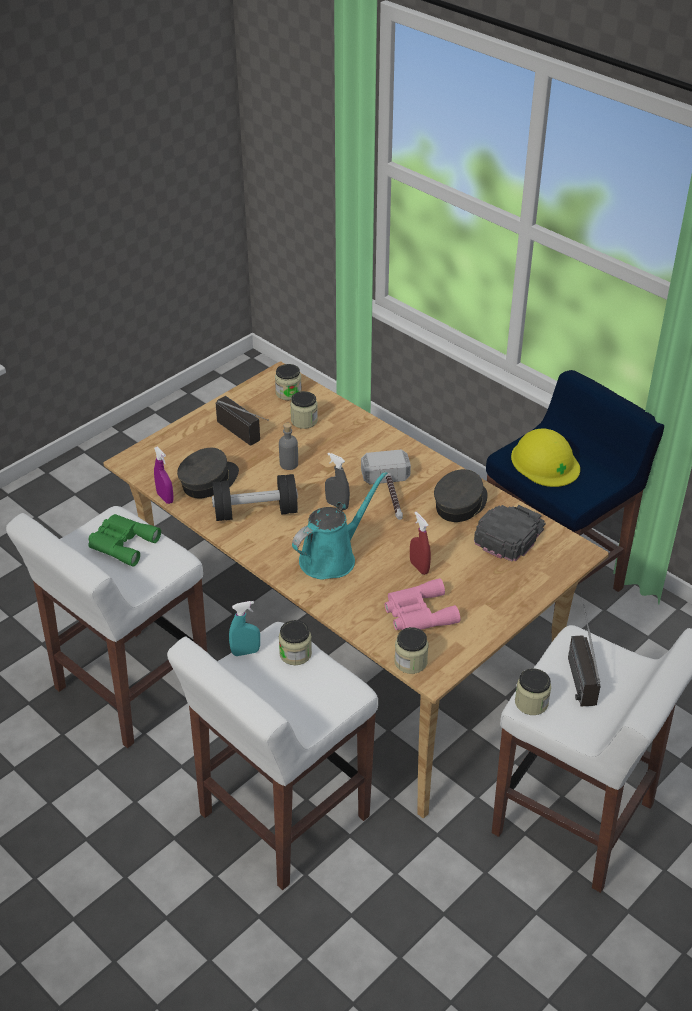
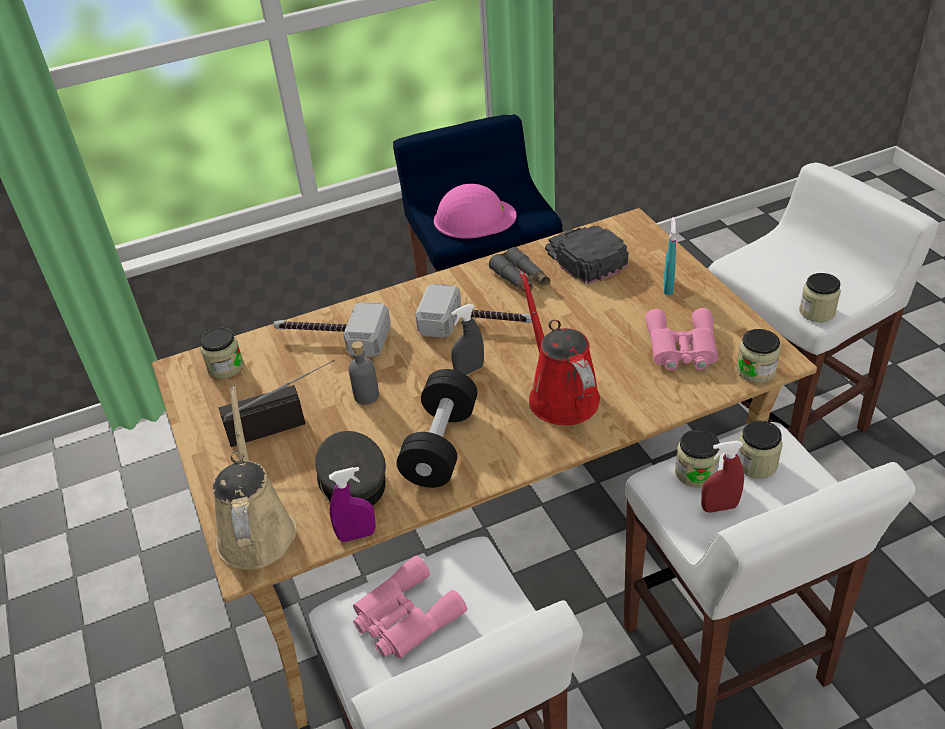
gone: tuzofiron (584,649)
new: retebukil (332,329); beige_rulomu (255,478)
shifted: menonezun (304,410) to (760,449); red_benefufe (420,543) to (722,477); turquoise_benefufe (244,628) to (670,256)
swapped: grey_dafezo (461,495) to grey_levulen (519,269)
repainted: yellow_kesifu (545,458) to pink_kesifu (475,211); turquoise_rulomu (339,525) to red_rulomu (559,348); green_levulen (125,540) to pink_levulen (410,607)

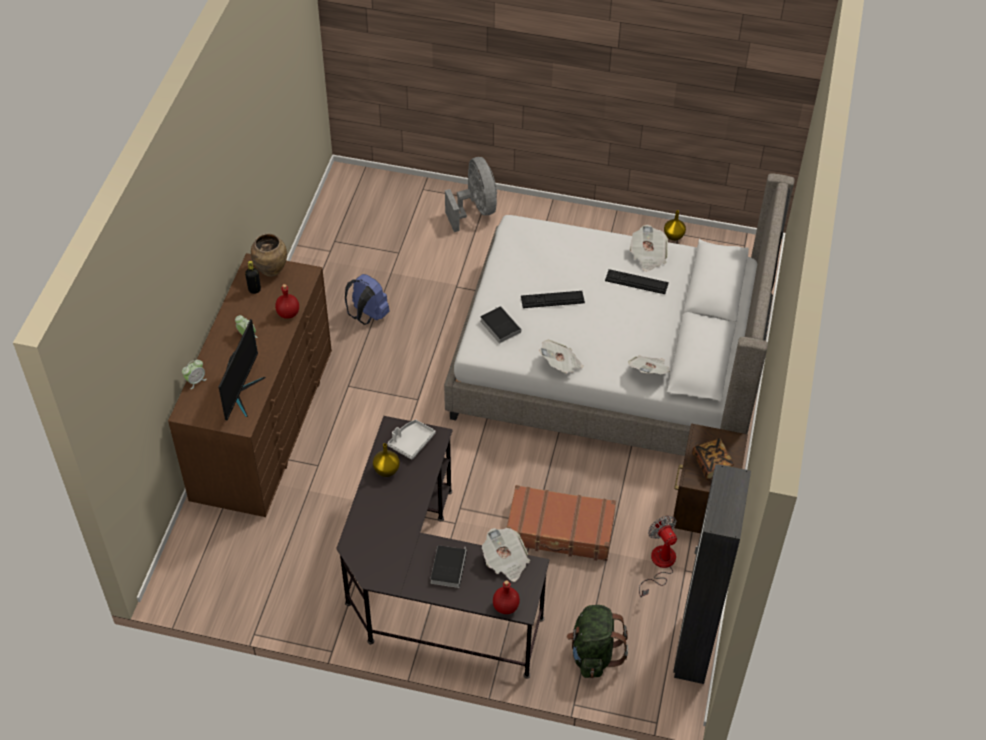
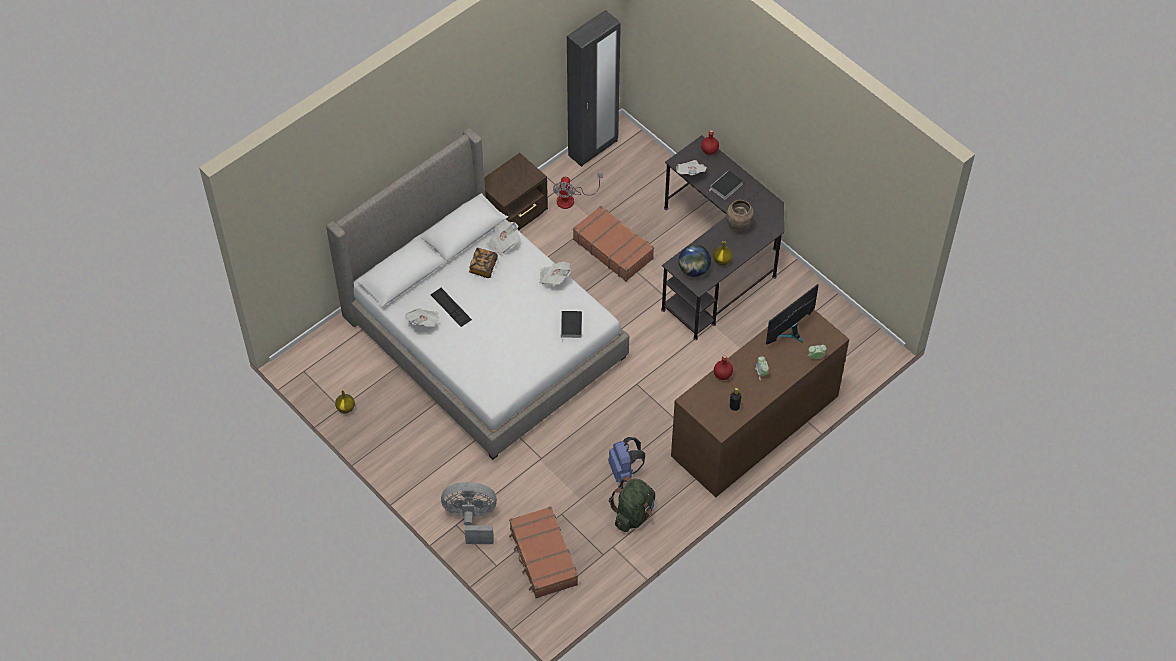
gone: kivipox (553,299)
new: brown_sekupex (543,552)
shifted: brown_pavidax (269,255) to (740,215); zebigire (713,459) to (483,263); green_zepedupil (597,641) to (632,504)
swapped: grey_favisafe (411,440) to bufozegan (695,260)
rotated: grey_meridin (471,194) = (469,513) 75 degrees clockwise

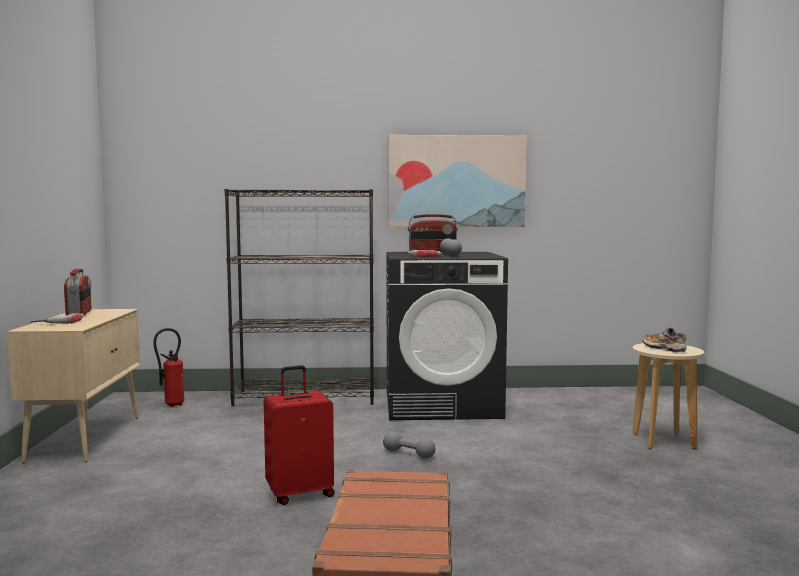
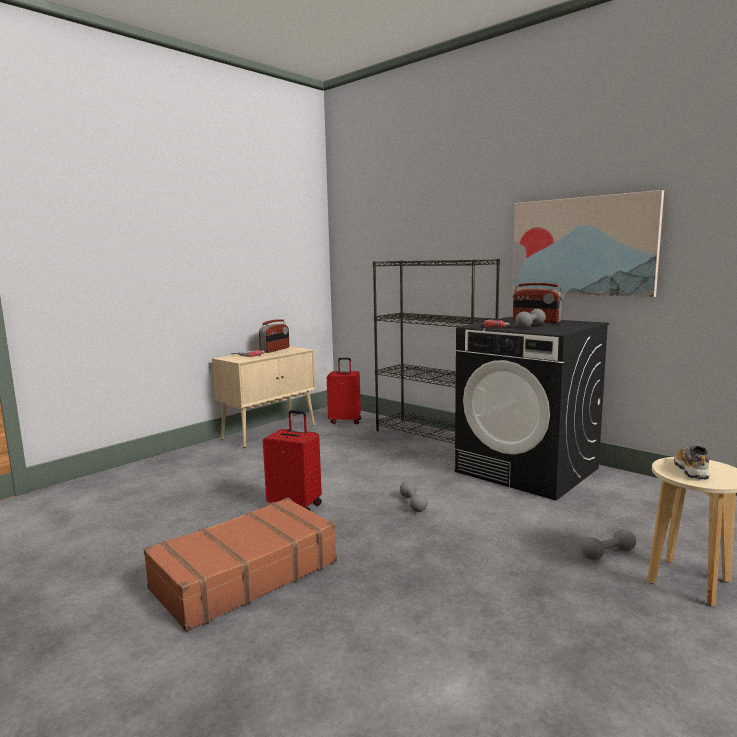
new: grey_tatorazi (608,544)
swapped: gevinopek (169,367) to red_sekupex (344,391)

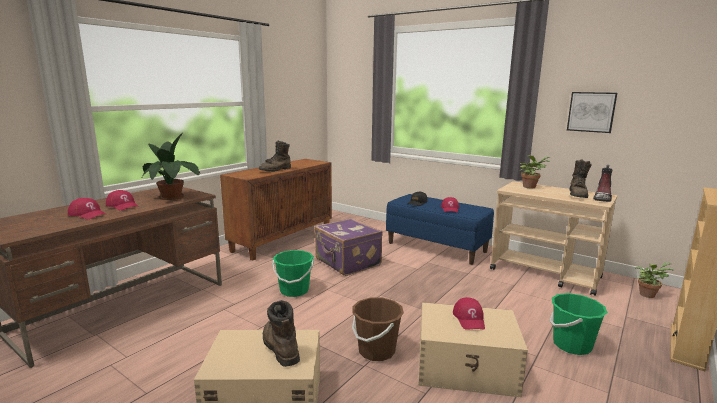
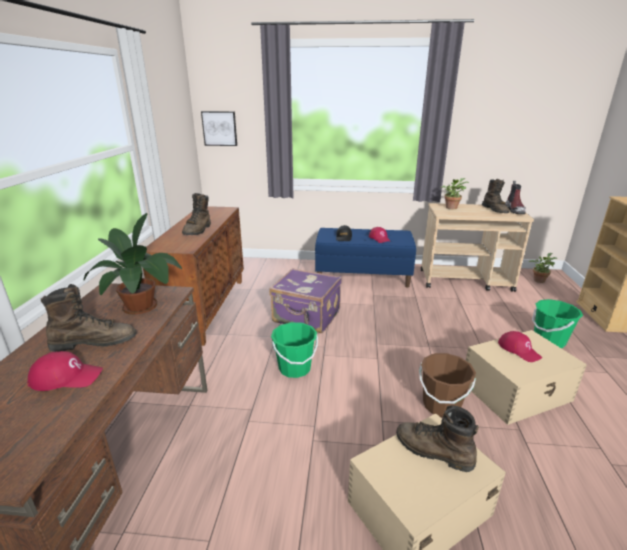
shifted: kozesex (592,112) to (219,128)
swapped: red_dafezo (122,200) to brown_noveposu (89,318)

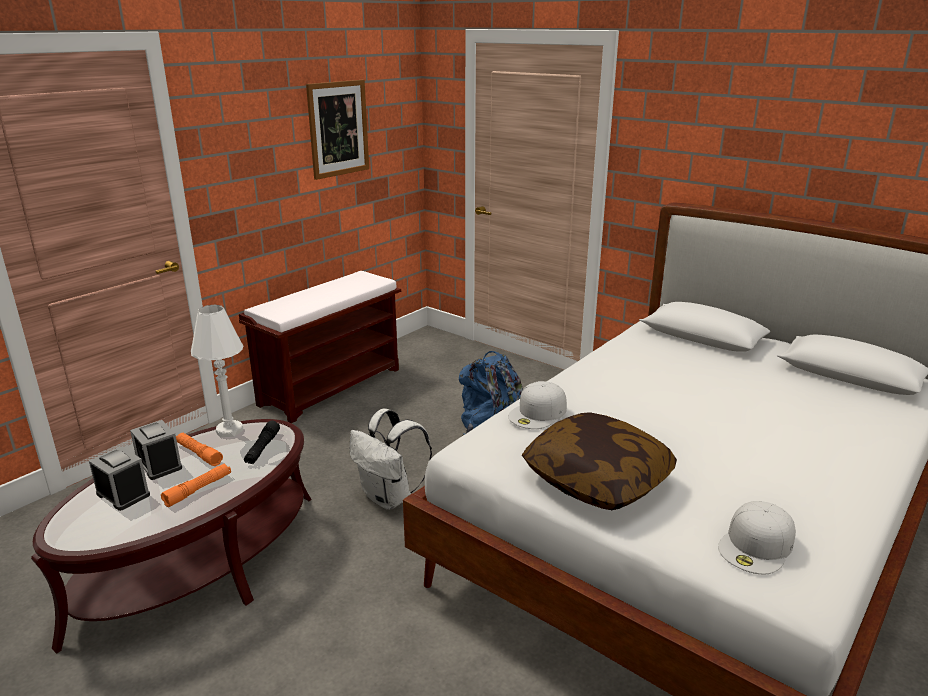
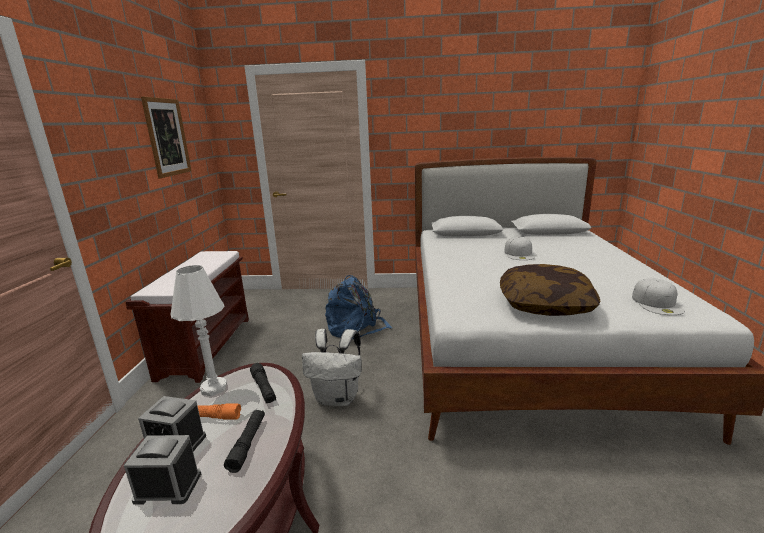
shifted: white_dafezo (537,405) to (519,248)
repainted: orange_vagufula (196,485) to black_vagufula (244,441)

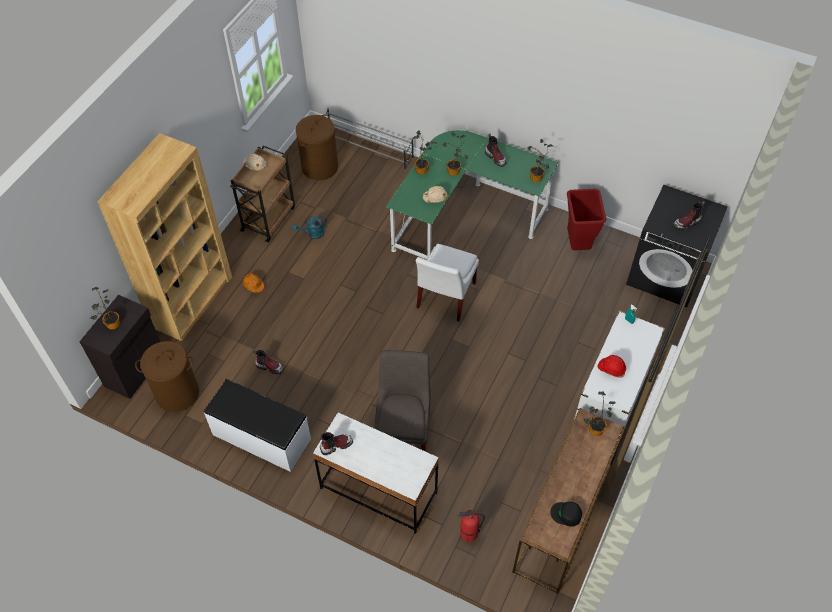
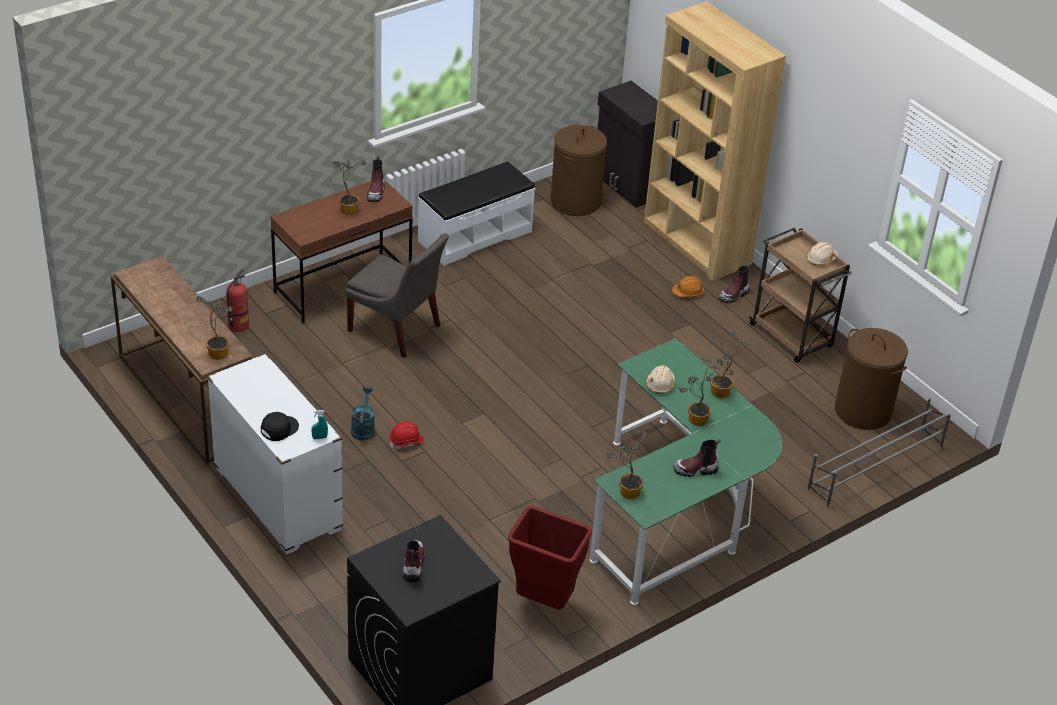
gone: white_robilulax (447,283)
shifted: turquoise_rulomu (309,227) to (363,413); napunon (105,308) to (349,187); noveposu (268,361) to (734,283); red_kesifu (611,366) to (406,435); black_dafezo (566,514) to (280,426)
repainted: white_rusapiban (376,473) to brown_rusapiban (341,251)

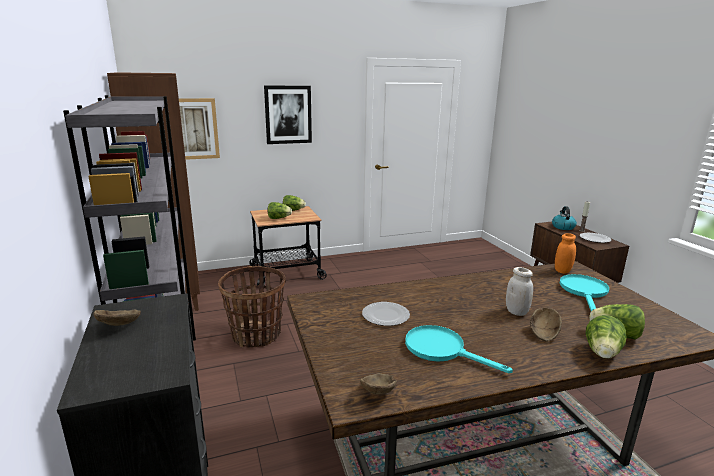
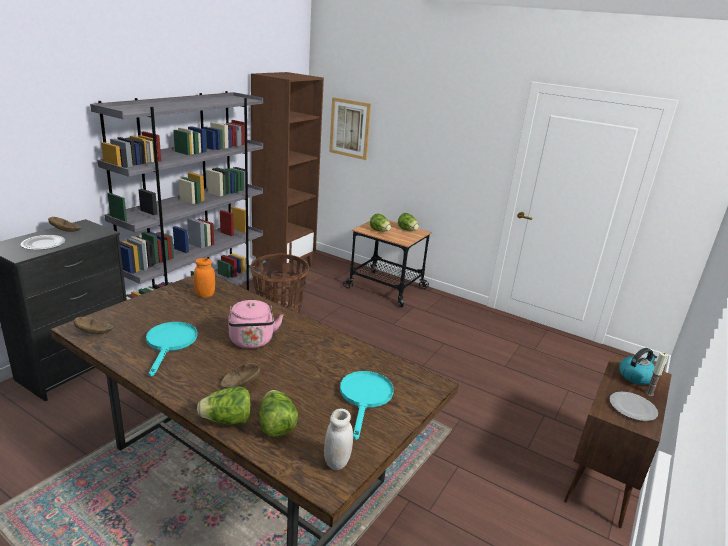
gone: kozesex (288,115)
new: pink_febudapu (256,324)
shifted: orange_menonezun (565,253) to (204,278); white_menonezun (519,291) to (338,439); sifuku (386,314) to (43,242)
rotated: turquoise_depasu (584,292) = (367,405) 60 degrees counterclockwise

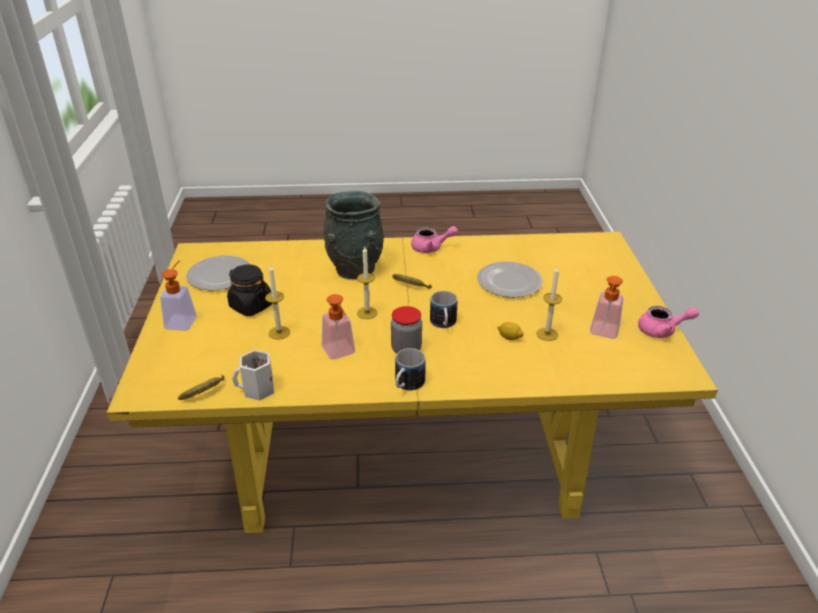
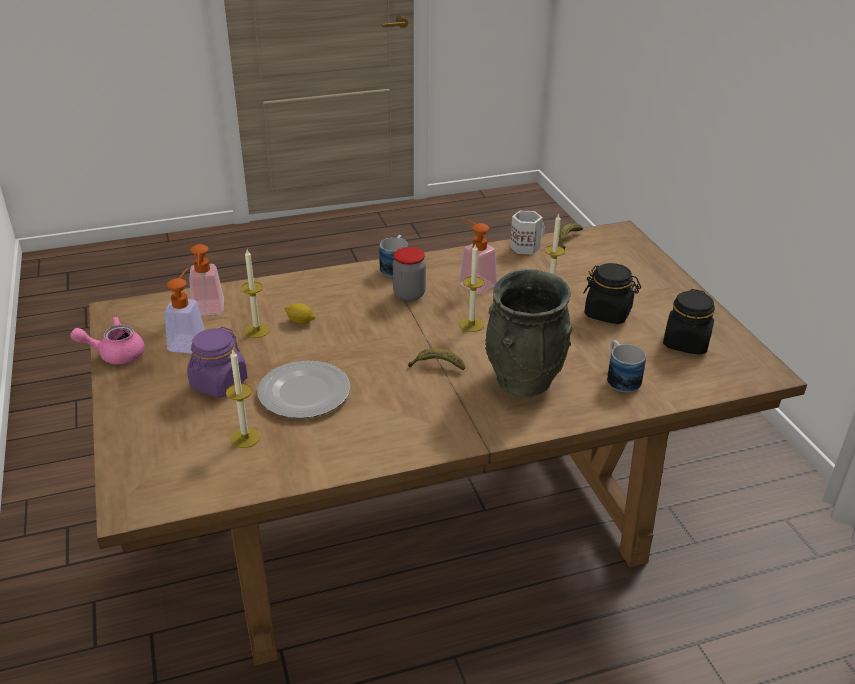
gone: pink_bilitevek (434,239)
new: purple_menonezun (217,362); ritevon (243,399)
shifted: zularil (178,295) to (206,280); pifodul (443,309) to (626,366)
swapped: sifuku (218,272) to black_menonezun (689,322)
repainted: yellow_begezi (412,382) to brown_begezi (448,443)

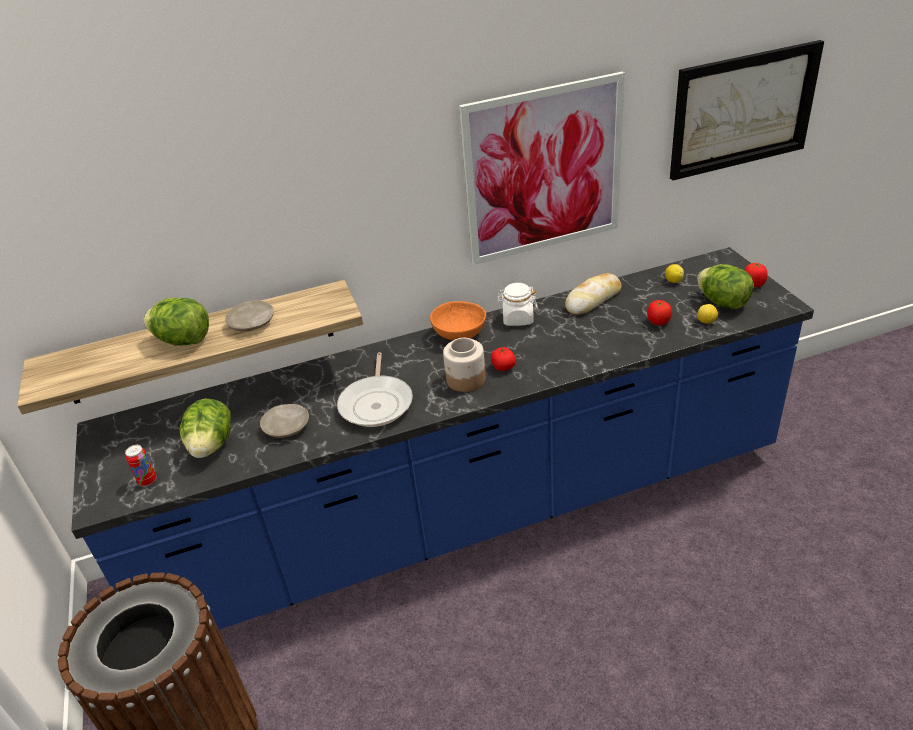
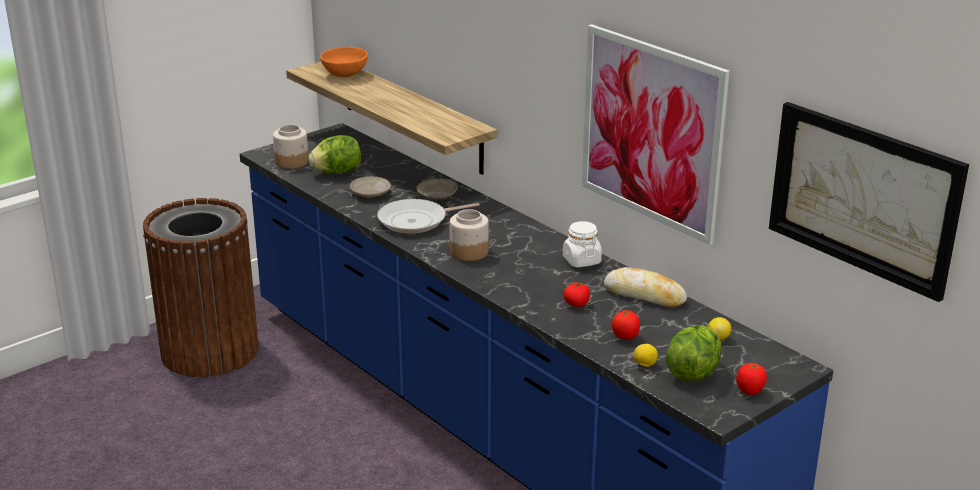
gone: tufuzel (176,322)
shifted: beige_sifuku (249,315) to (437,189); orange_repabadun (458,321) to (344,62); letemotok (503,359) to (577,294)
swapped: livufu (140,465) to menonezun (291,146)

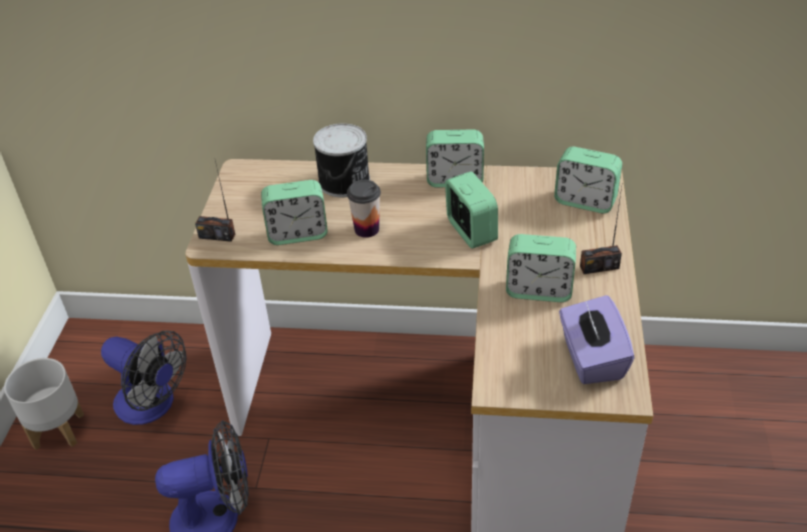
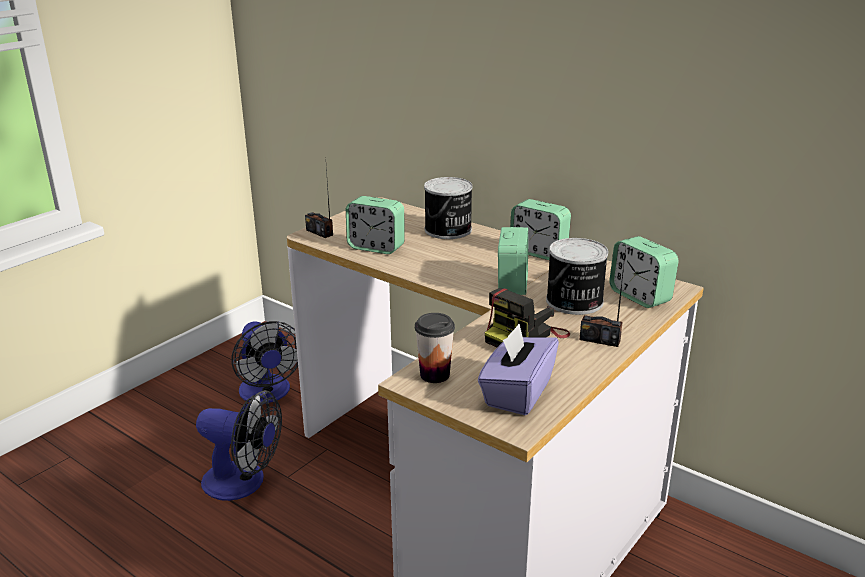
gone: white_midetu (44,404)
new: livufu (577,276)
shifted: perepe (364,209) to (435,348)
swapped: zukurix (541,268) to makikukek (527,317)

